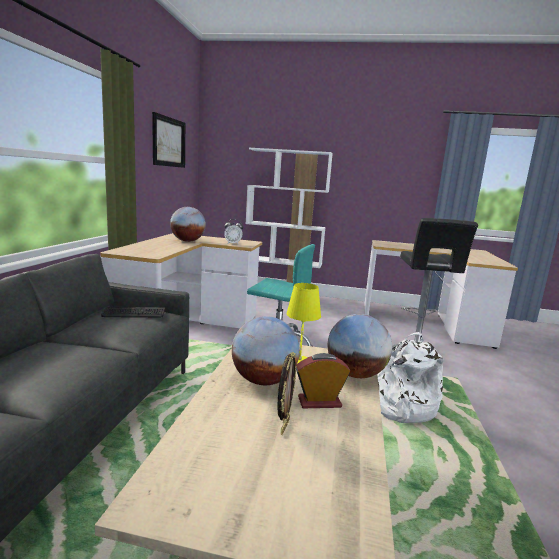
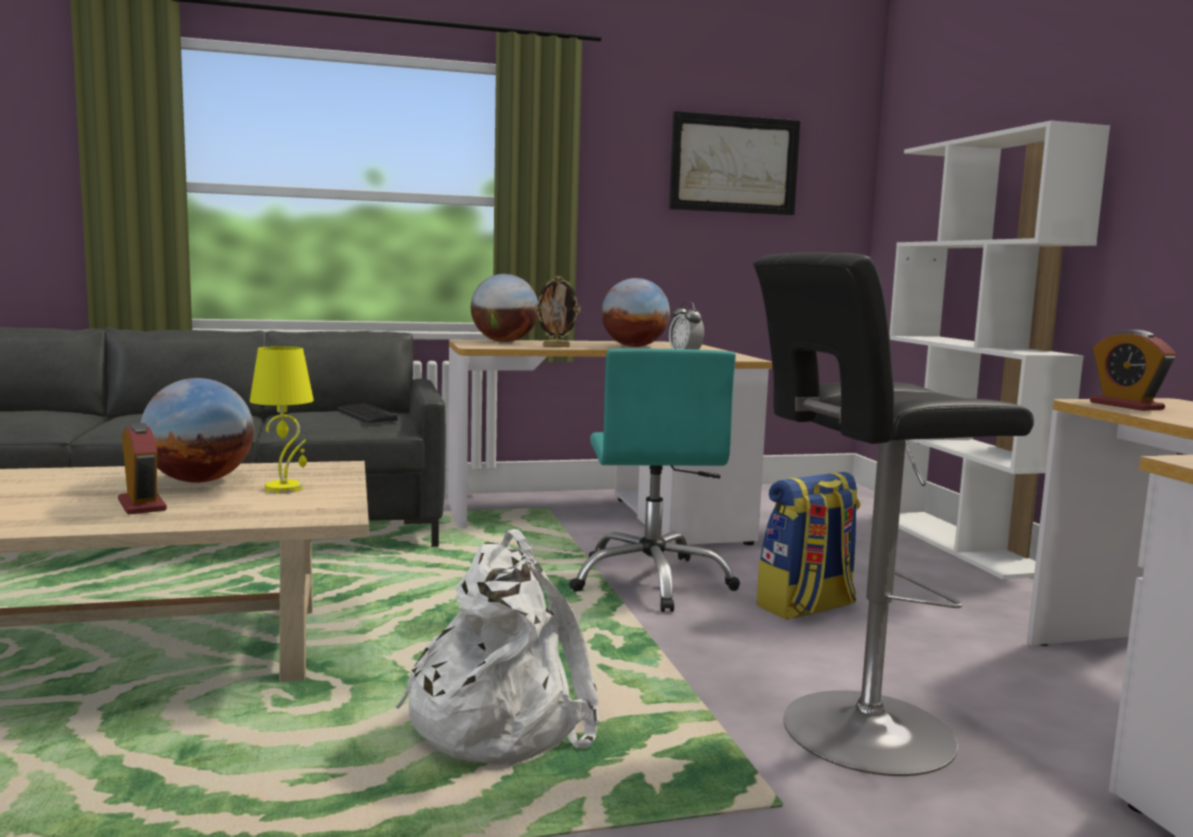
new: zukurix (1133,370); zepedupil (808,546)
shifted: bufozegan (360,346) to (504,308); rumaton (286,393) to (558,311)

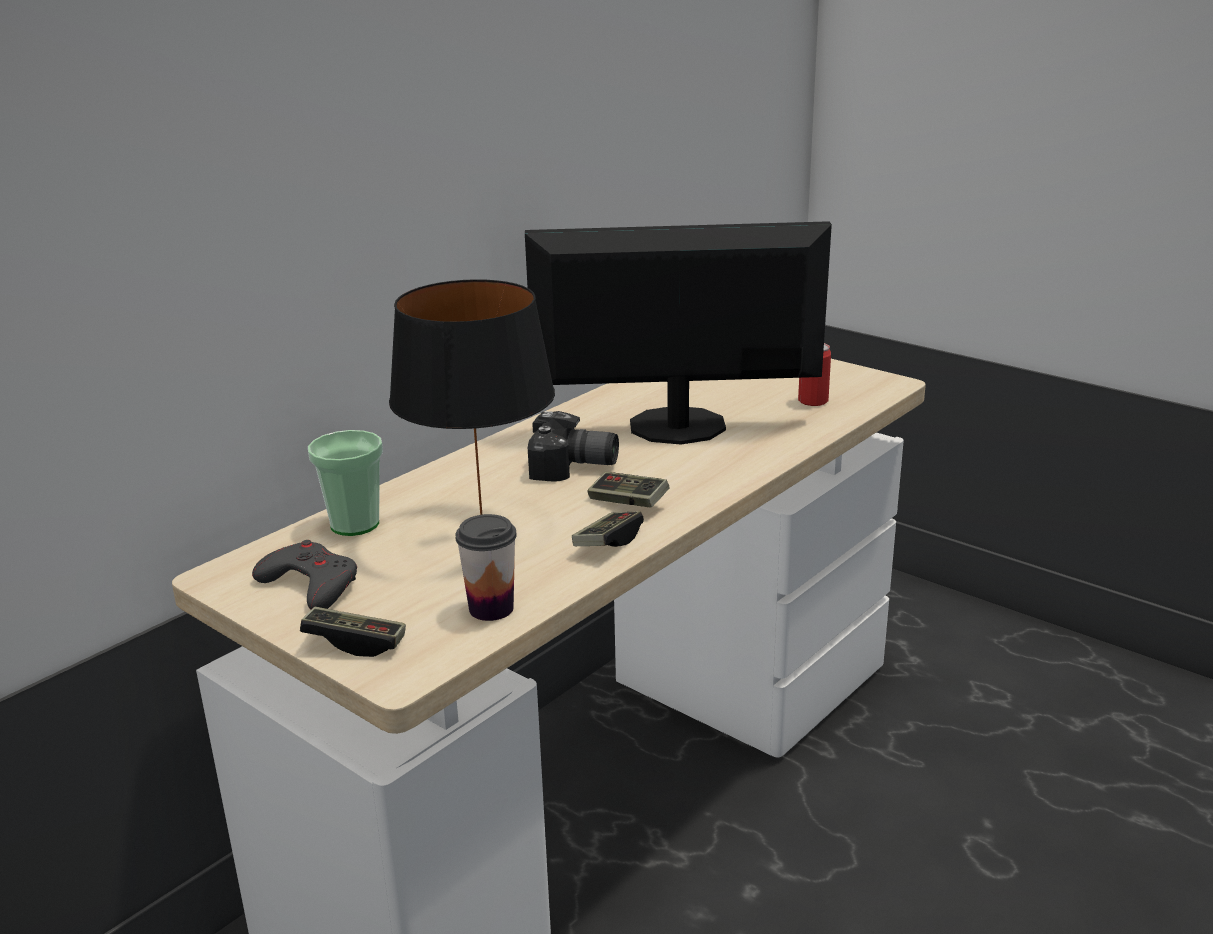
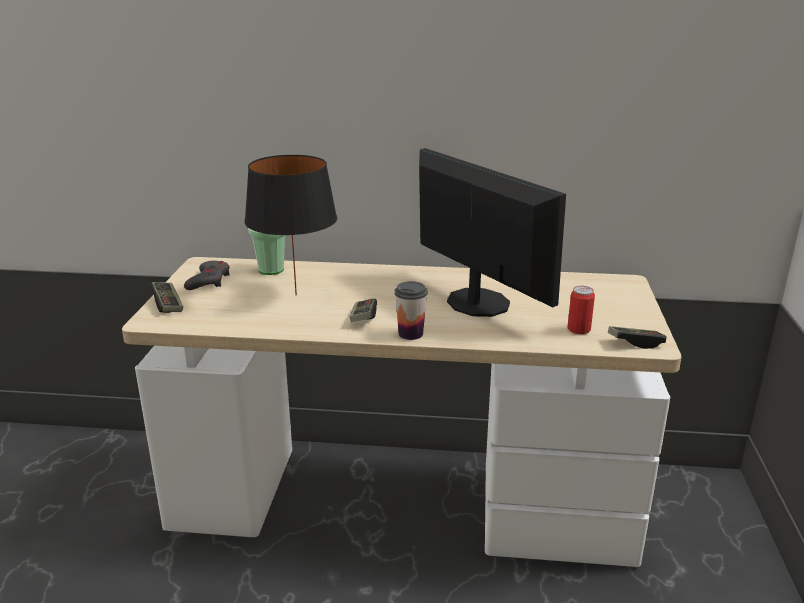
gone: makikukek (573,446)
shifted: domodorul (608,529) to (637,337); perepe (486,567) to (411,310)

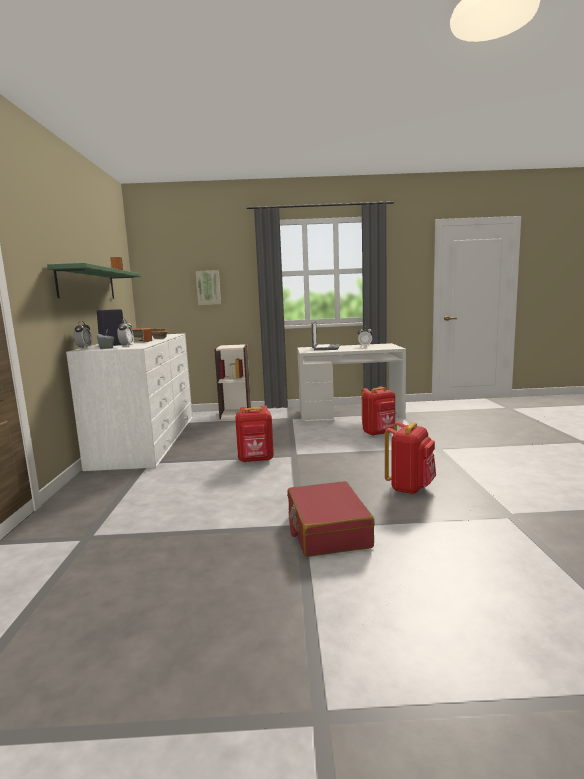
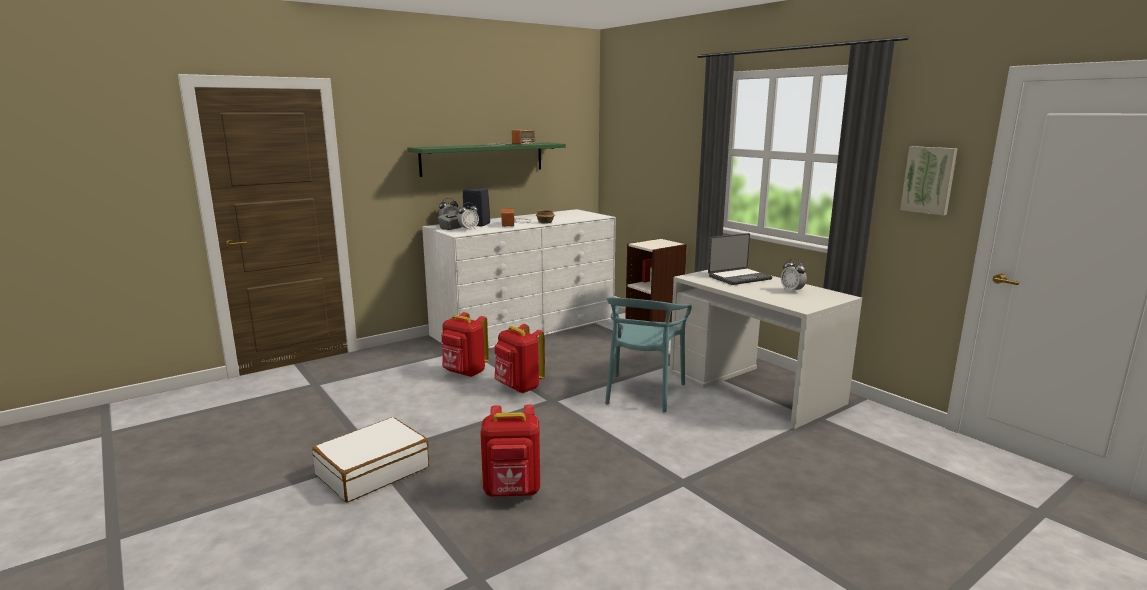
new: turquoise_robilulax (648,355)
shifted: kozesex (208,287) to (929,181); red_zepedupil (378,411) to (465,344)
repainted: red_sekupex (331,519) to white_sekupex (370,460)

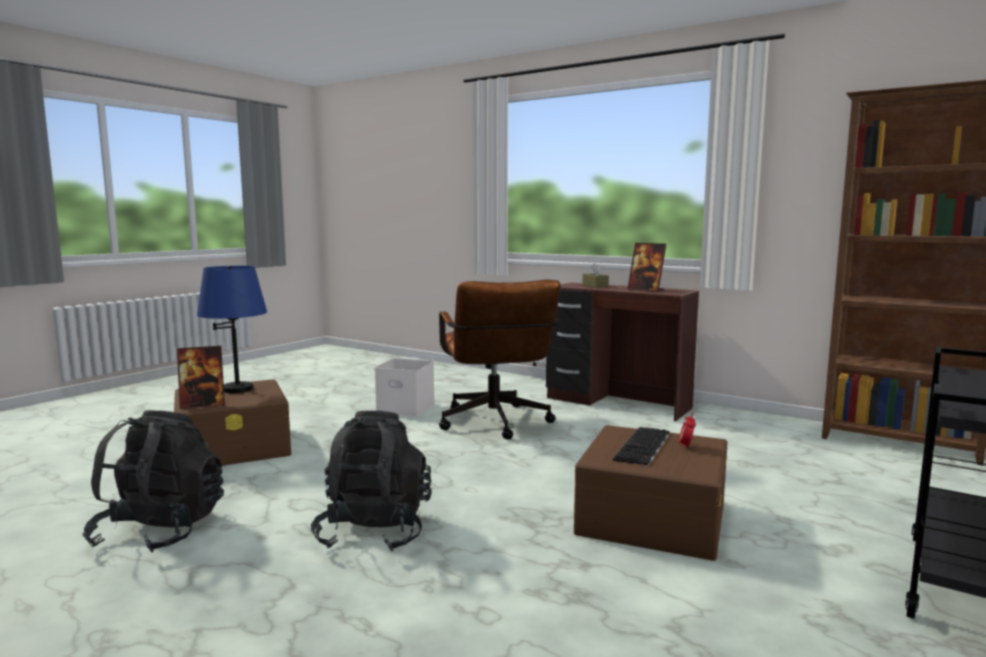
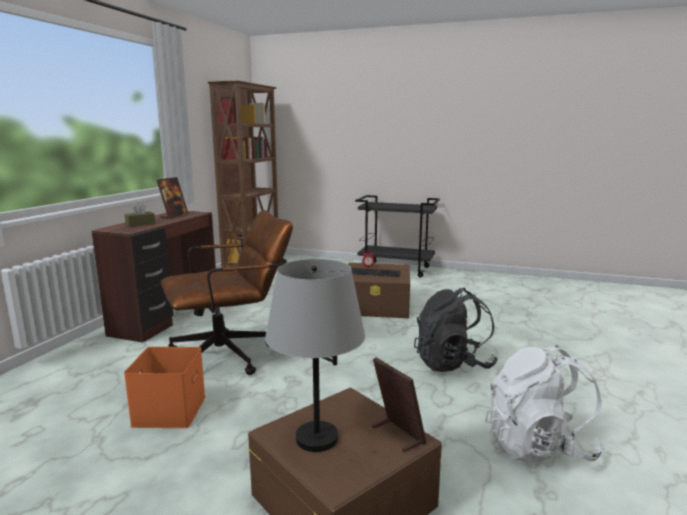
repainted: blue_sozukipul (232,329) to grey_sozukipul (315,355); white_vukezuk (404,387) to orange_vukezuk (164,387); black_zepedupil (153,481) to white_zepedupil (544,403)

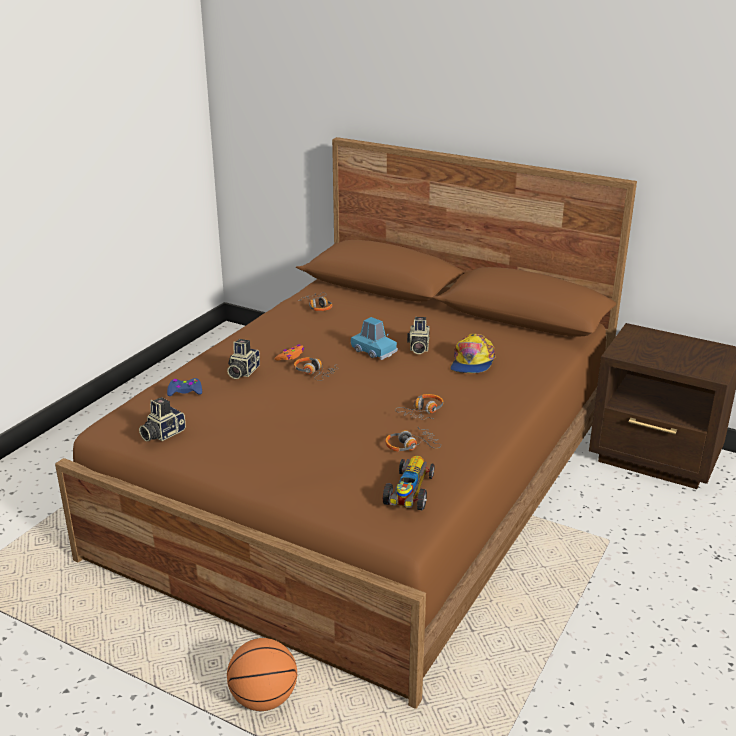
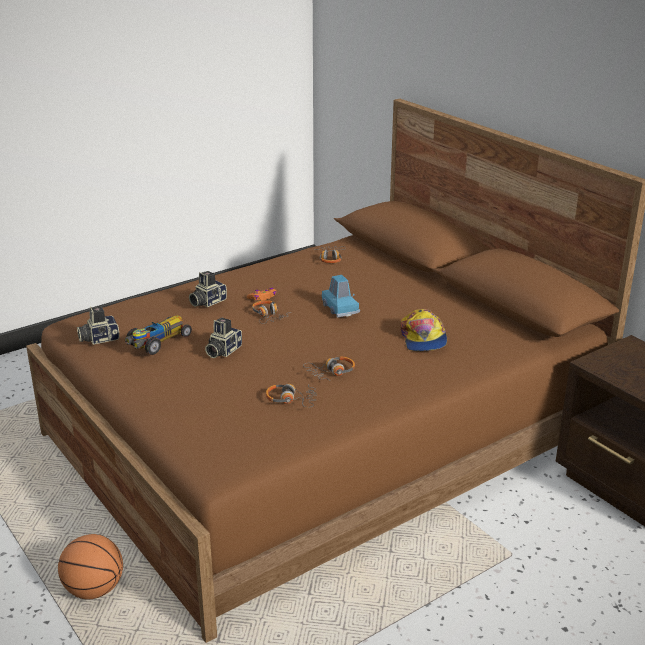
gone: blue_domodorul (184,387)
shifted: makikukek (418,335) to (223,337); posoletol (409,483) to (158,335)
rotated: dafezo (473,353) = (424,330) 45 degrees counterclockwise

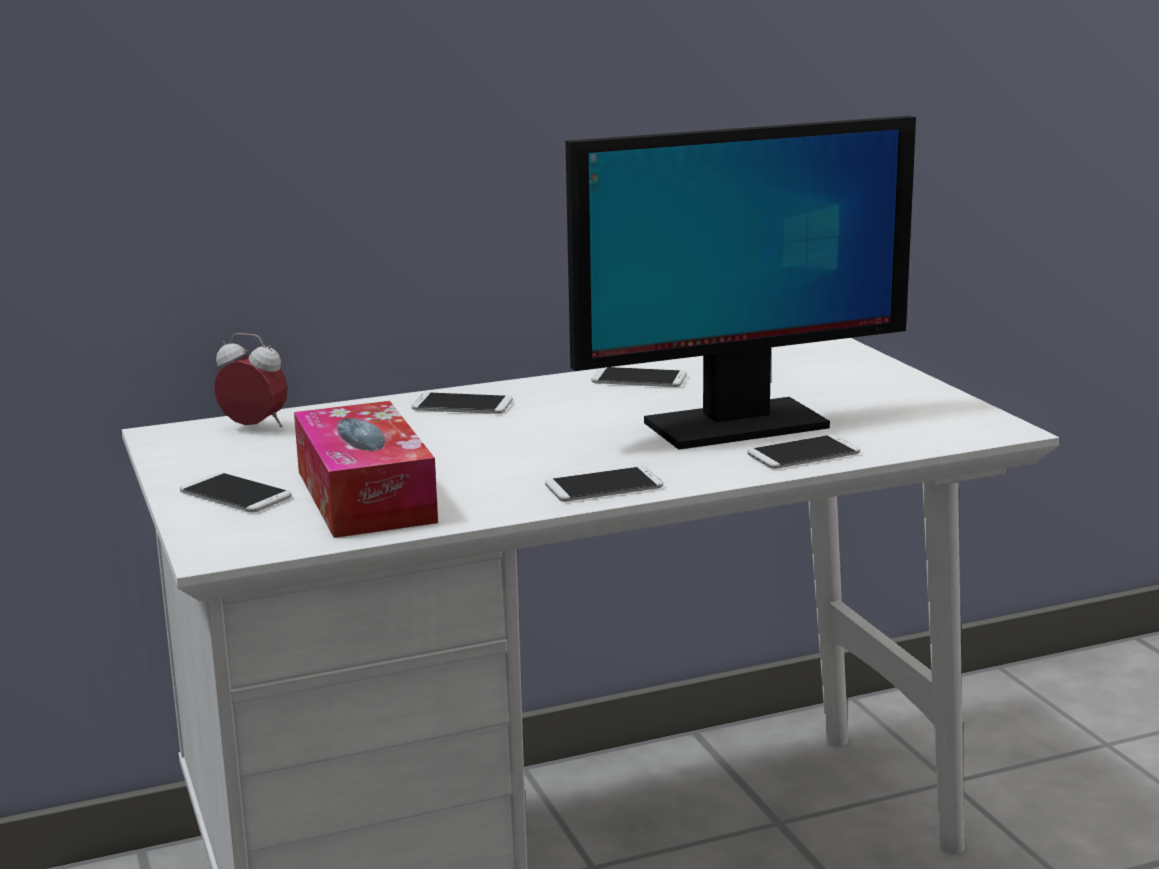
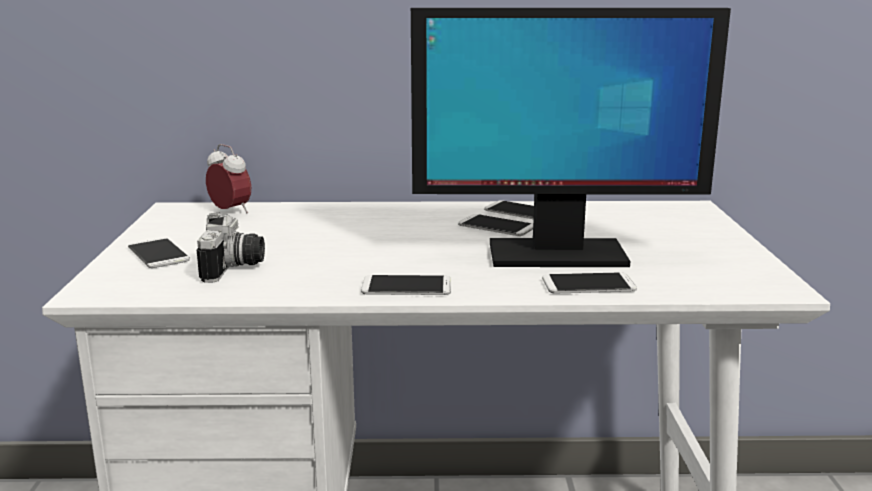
shifted: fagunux (462,403) to (495,225)
swapped: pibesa (366,469) to makikukek (231,248)

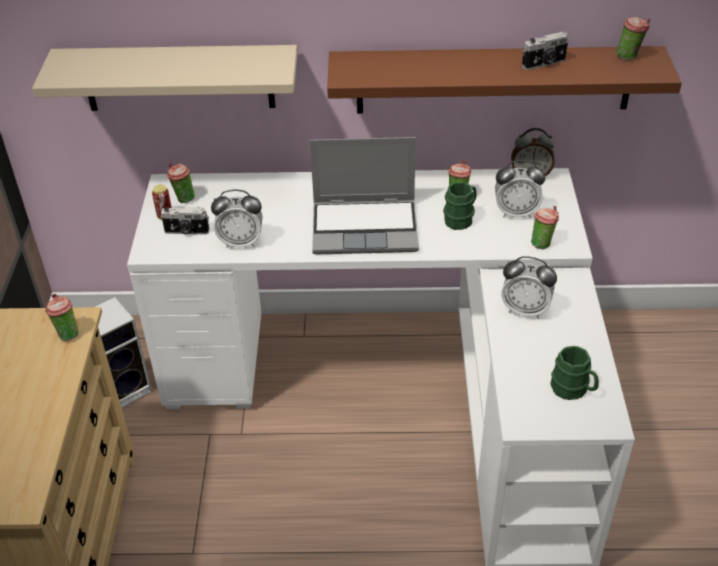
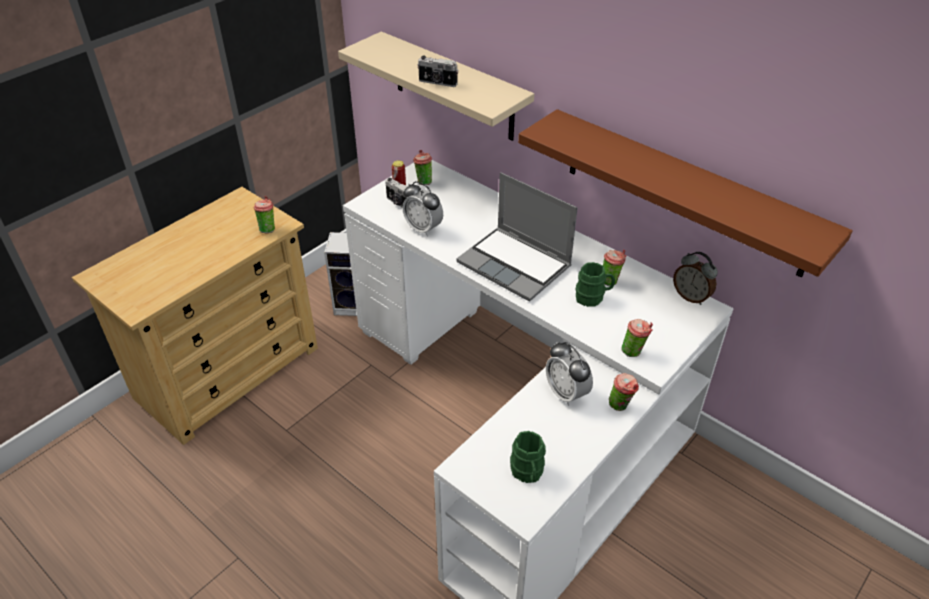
gone: zukurix (520,189)
shifted: perepe (633,38) to (624,392); makikukek (545,51) to (438,71)

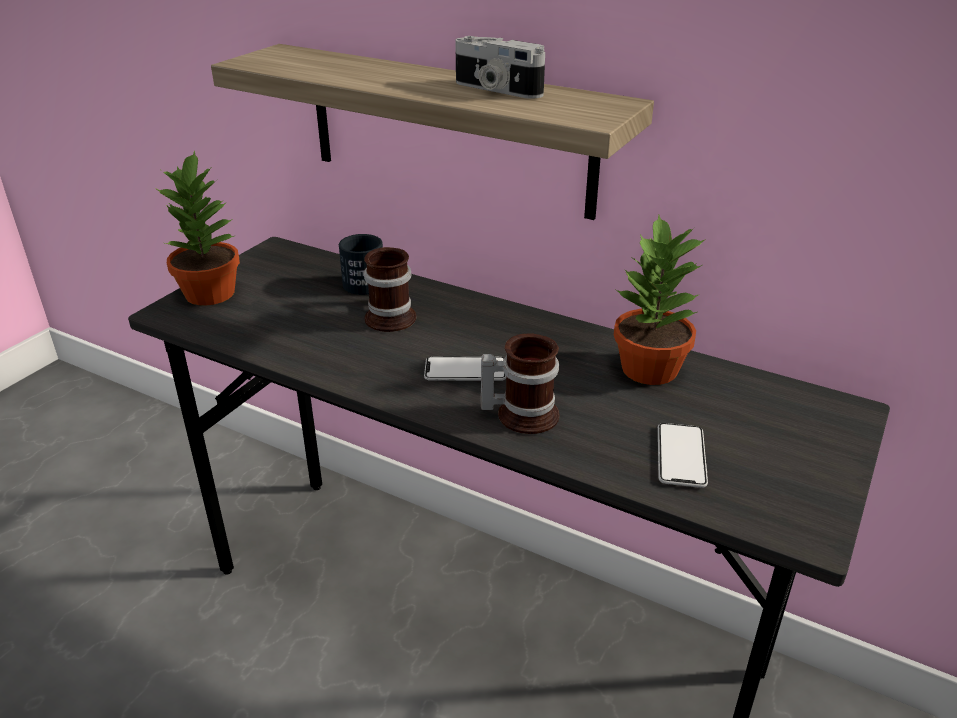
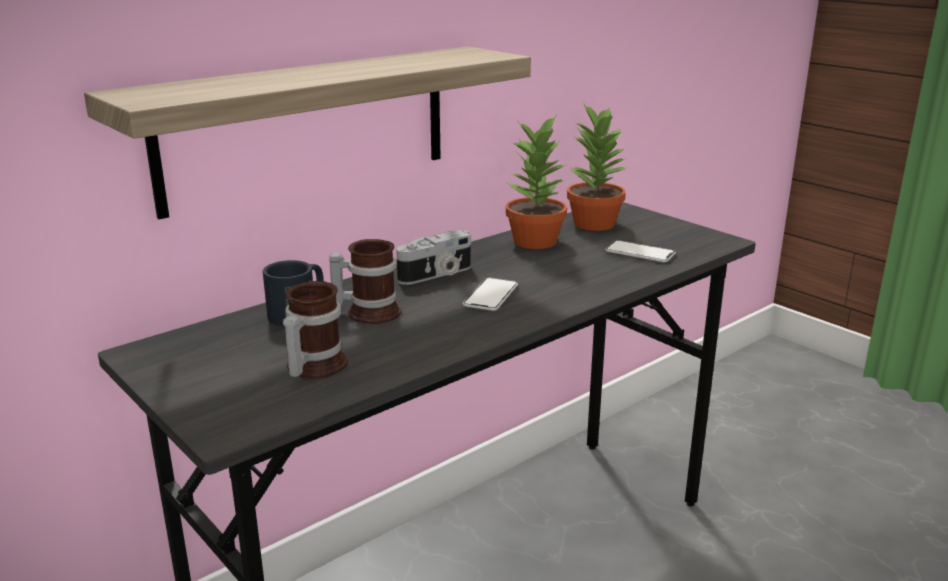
shifted: makikukek (500,67) to (433,257); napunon (197,228) to (598,167); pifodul (520,383) to (315,330)

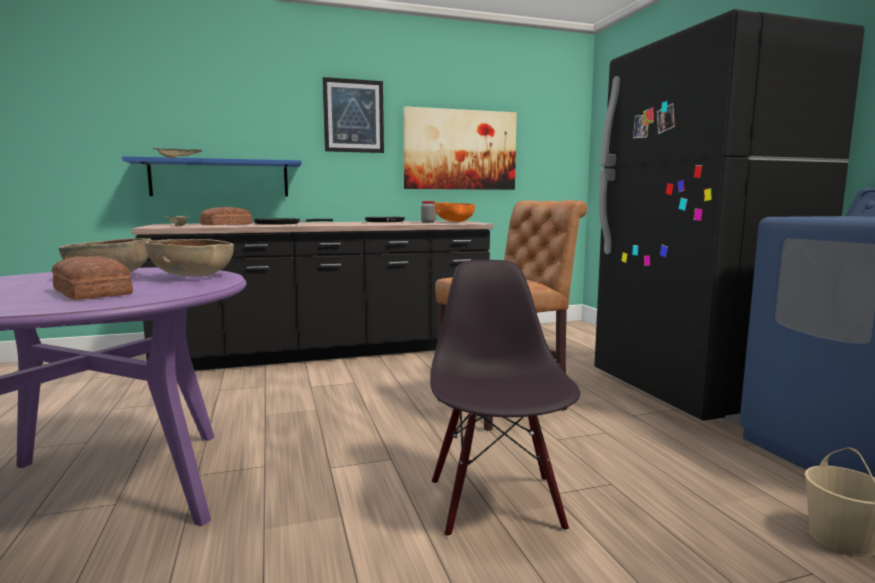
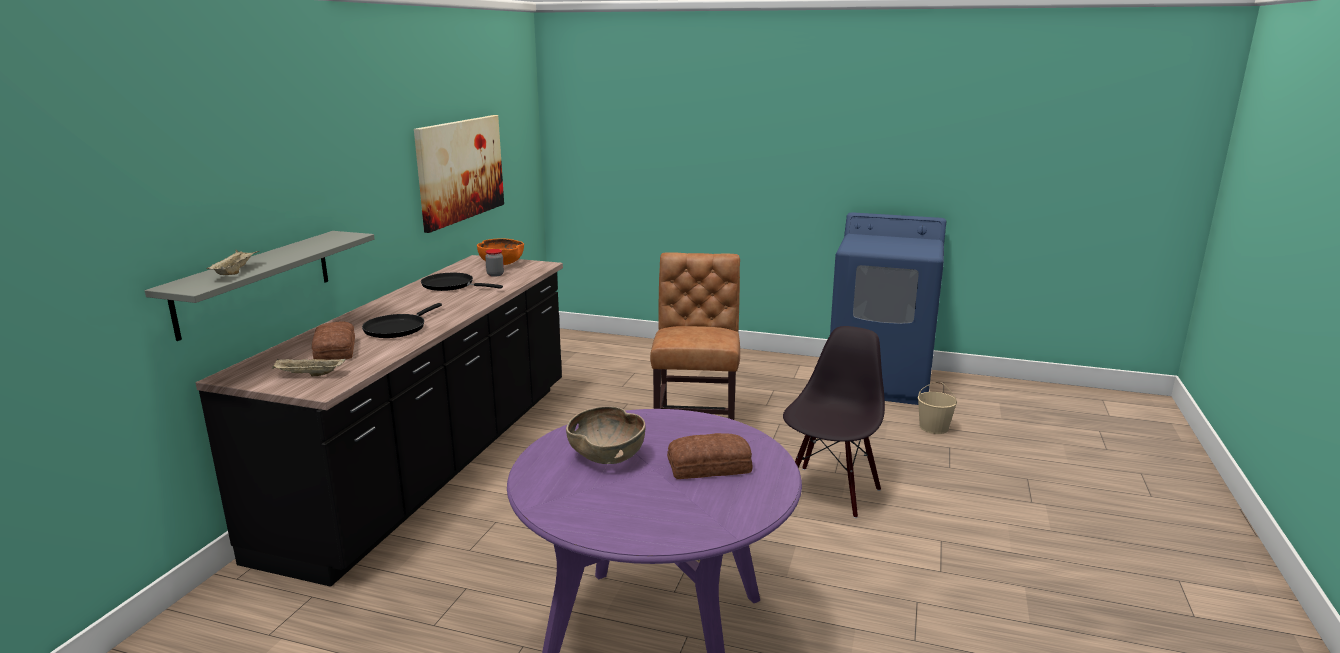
gone: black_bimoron (729,216); kozesex (353,115); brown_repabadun (189,258)
repainted: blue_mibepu (212,176) to grey_mibepu (260,286)
rotated: black_robilulax (505,399) = (834,422) 90 degrees clockwise

